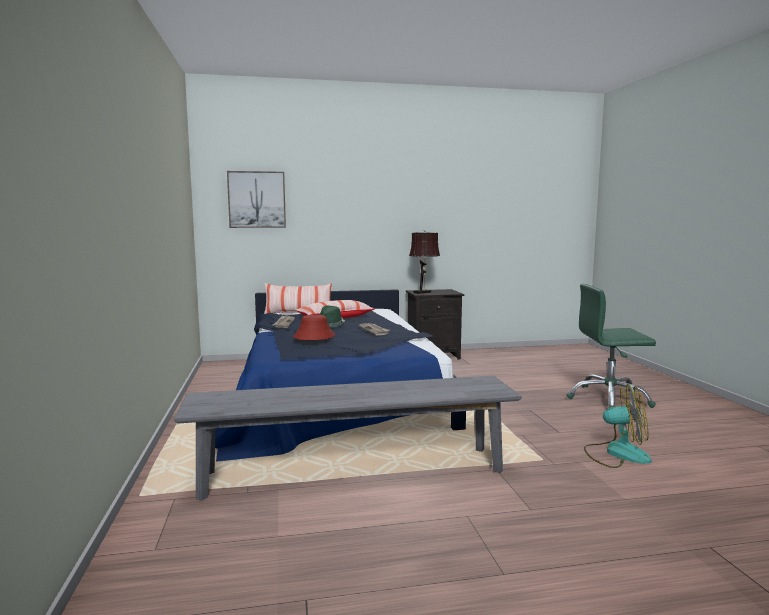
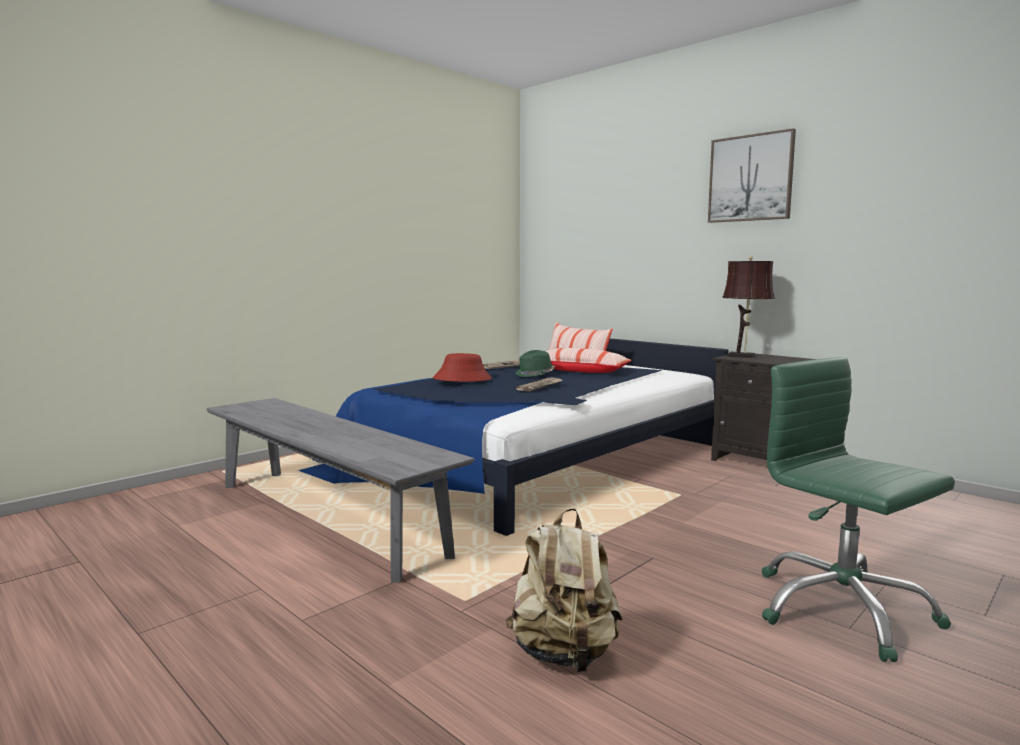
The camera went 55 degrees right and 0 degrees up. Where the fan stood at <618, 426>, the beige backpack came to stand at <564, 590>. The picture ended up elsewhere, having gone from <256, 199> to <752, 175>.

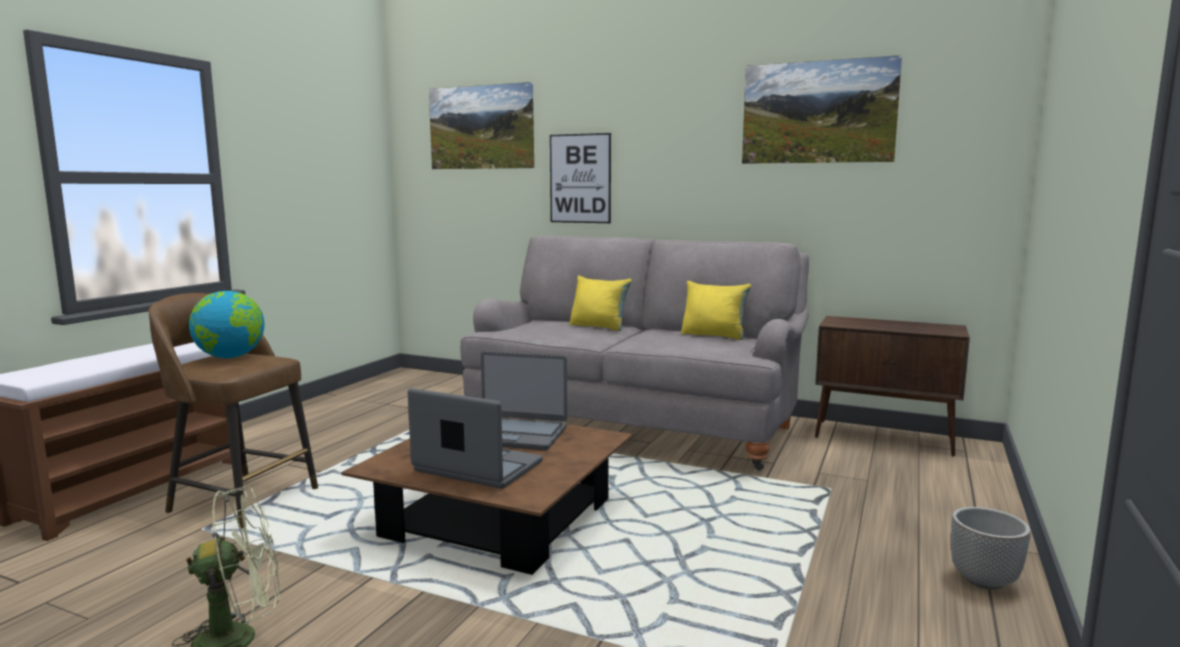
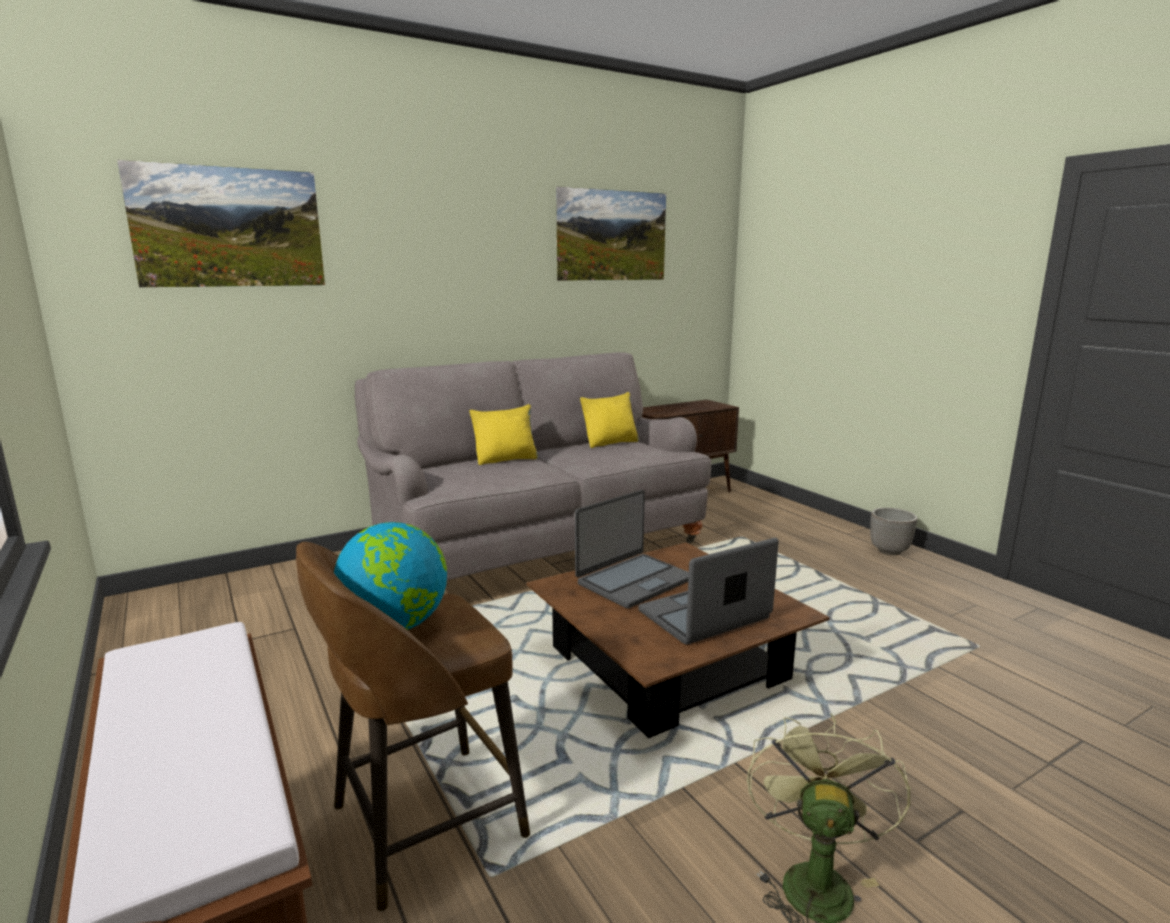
The camera went 55 degrees left and 5 degrees up. The second view lost the picture at <580, 178>.

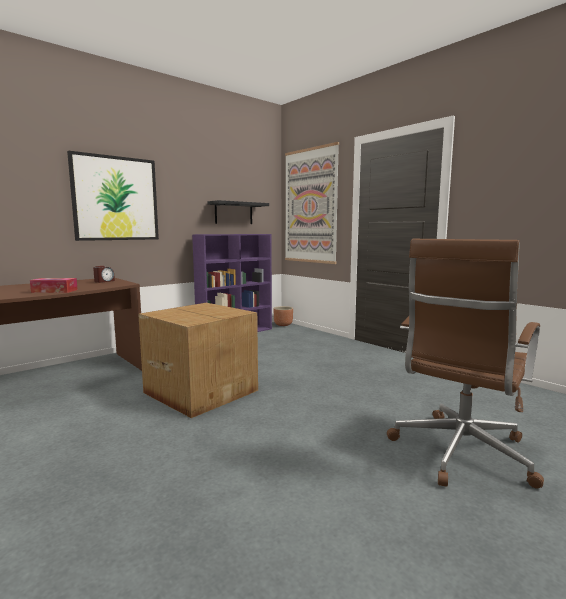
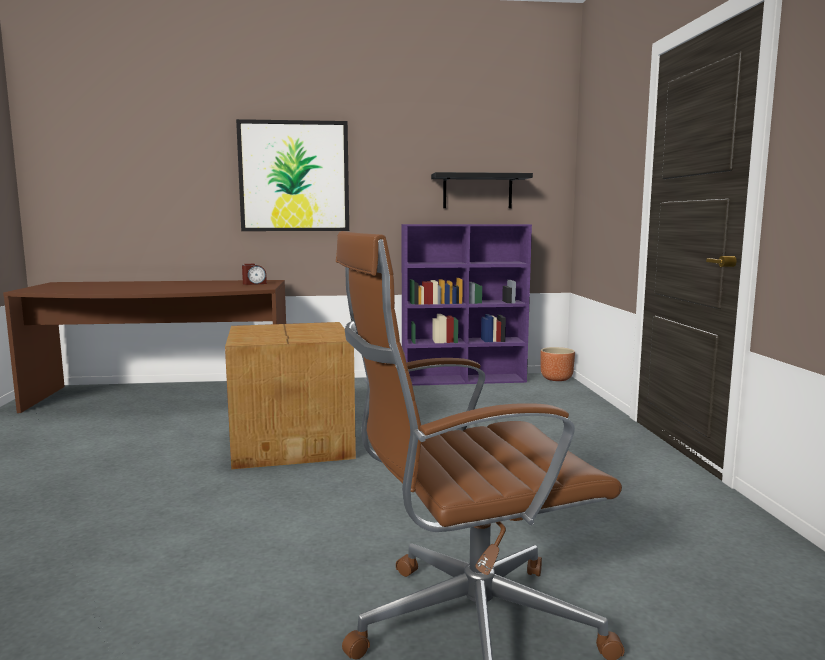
The camera went 35 degrees right and 0 degrees up. The second view lost the tissue box at <54, 285>. The second view lost the picture at <312, 203>.

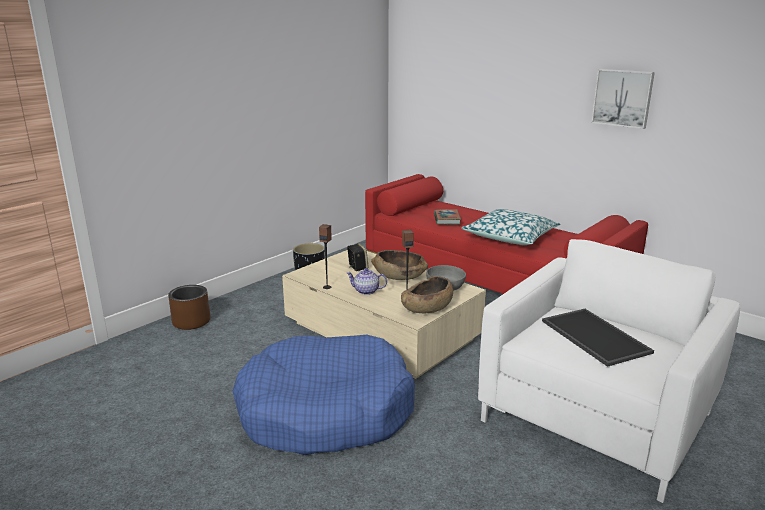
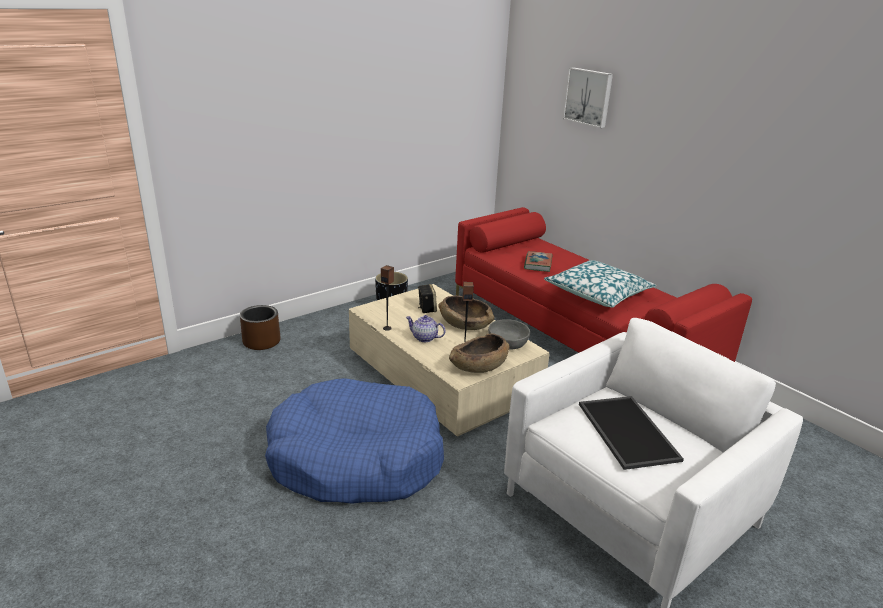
The camera went 10 degrees right and 5 degrees up. The picture ended up elsewhere, having gone from <623, 99> to <588, 97>.

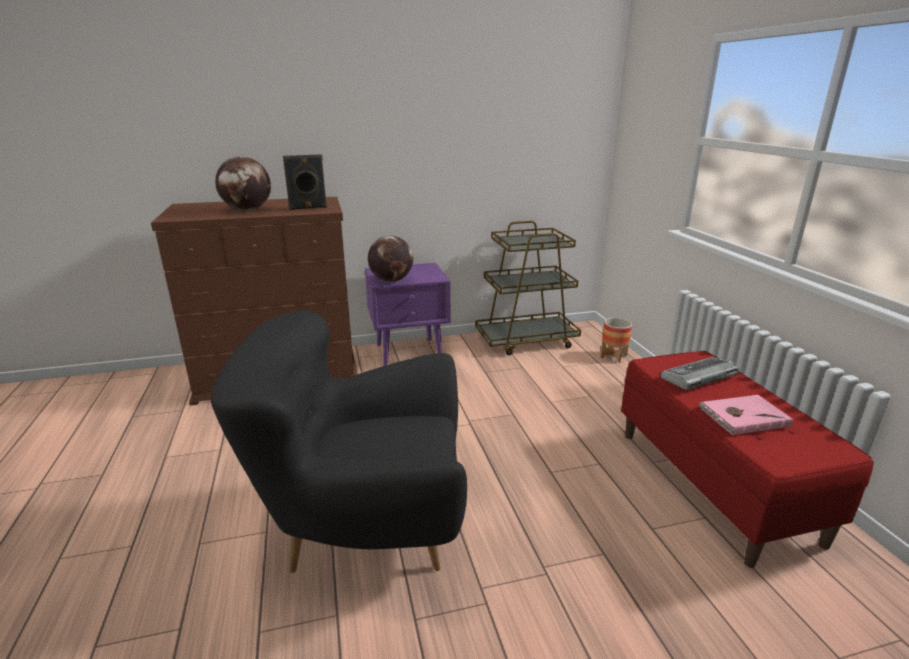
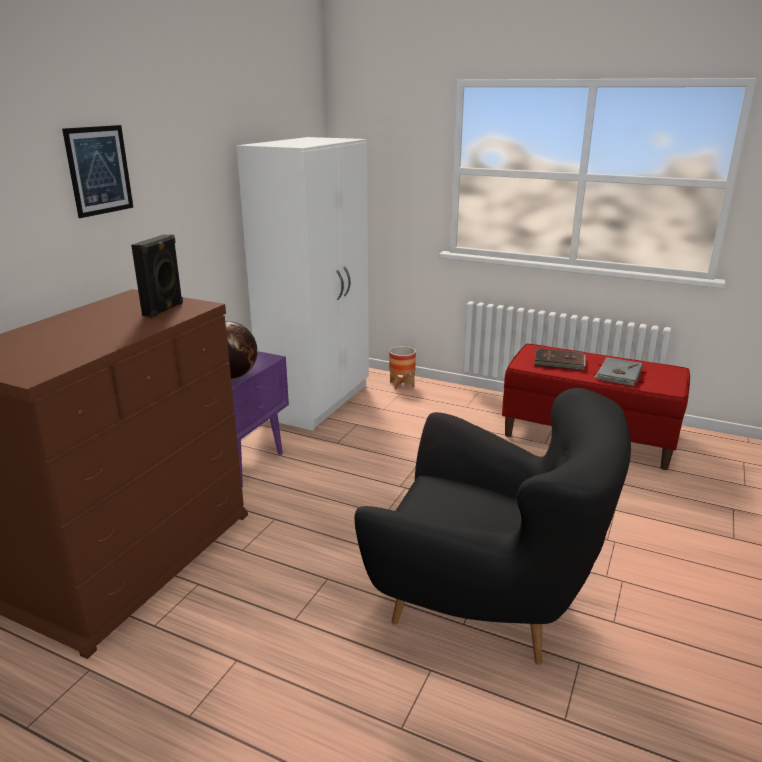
The camera went 50 degrees left and 0 degrees up. The second view gained the picture at <97, 171>. Where the brown cart stood at <528, 288>, the white wardrobe came to stand at <303, 284>. The black armchair at <339, 441> ended up facing another way, 105 degrees counterclockwise from before. Where the keyboard stood at <700, 373>, the brown book came to stand at <560, 359>. What was the pink book at <745, 415> turned into the grey book at <618, 371>. The second view lost the globe at <243, 183>.

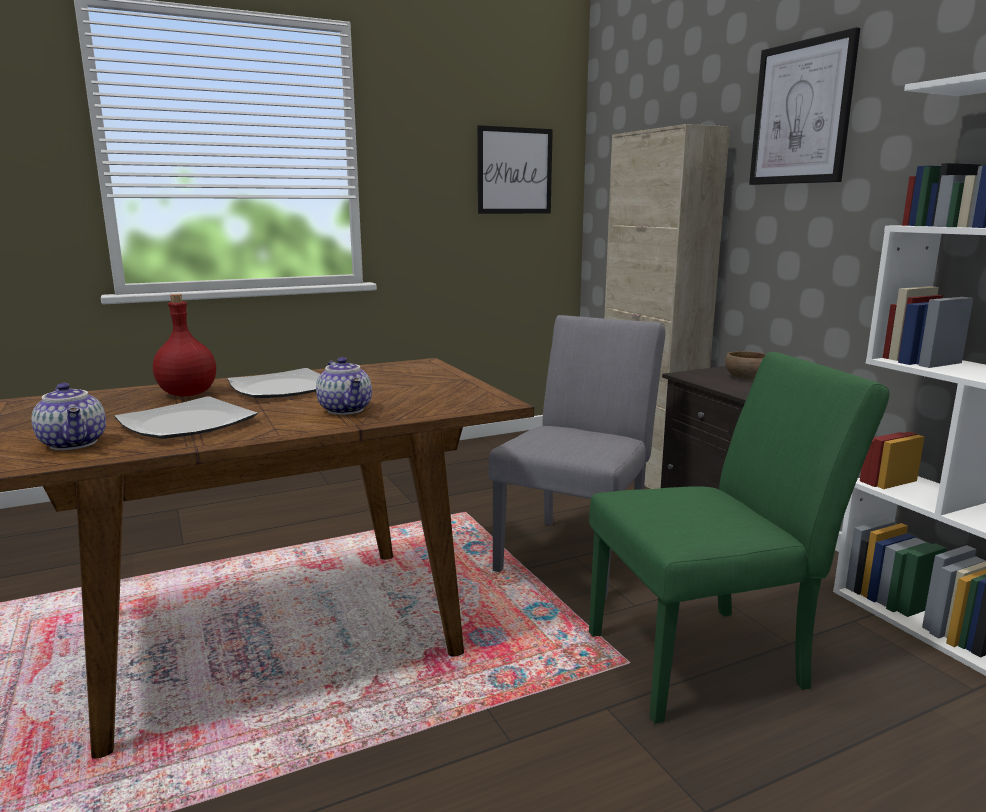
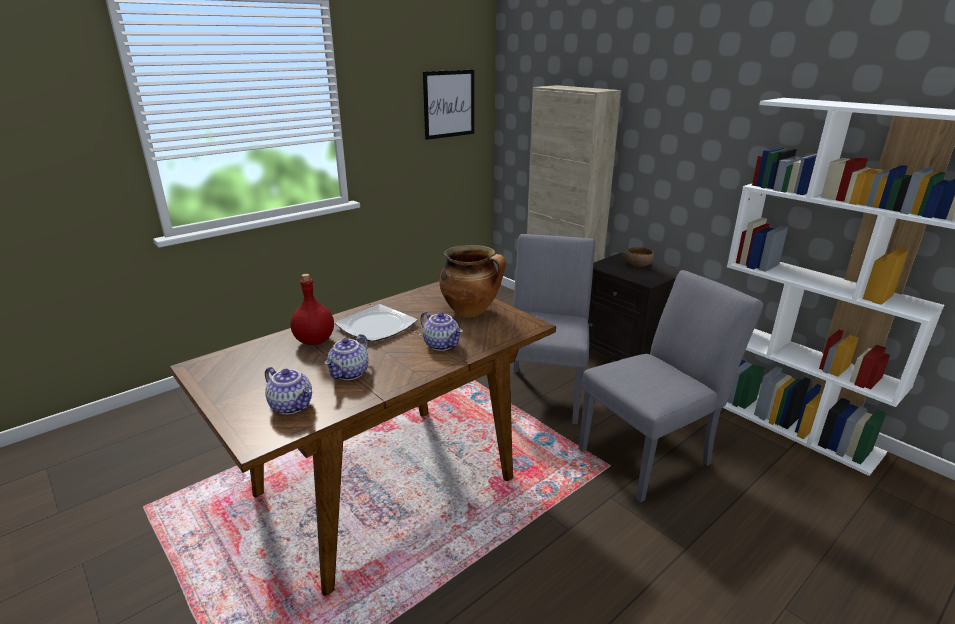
The camera went 15 degrees left and 10 degrees up. Where the plate stood at <186, 417>, the teapot came to stand at <346, 357>. The second view gained the cooking pot at <473, 281>. What was the green chair at <739, 538> turned into the grey chair at <671, 386>. The second view lost the picture at <804, 106>.

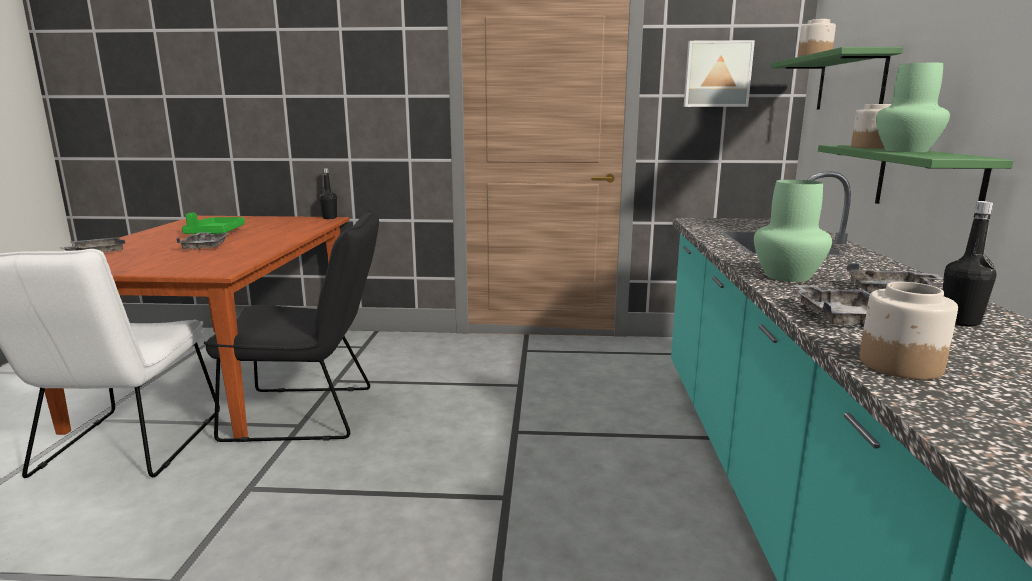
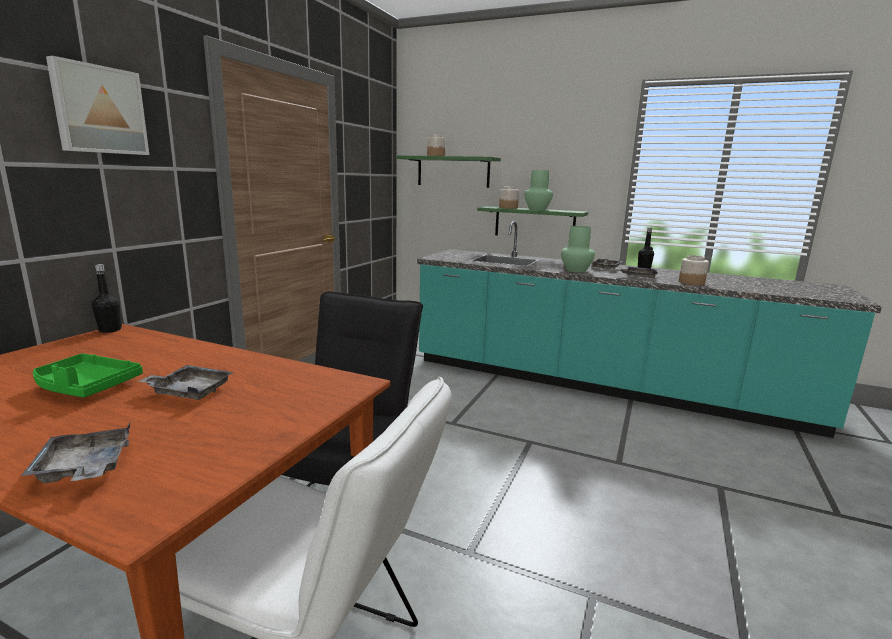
The camera went 70 degrees left and 0 degrees up. The picture ended up elsewhere, having gone from <719, 73> to <97, 105>.

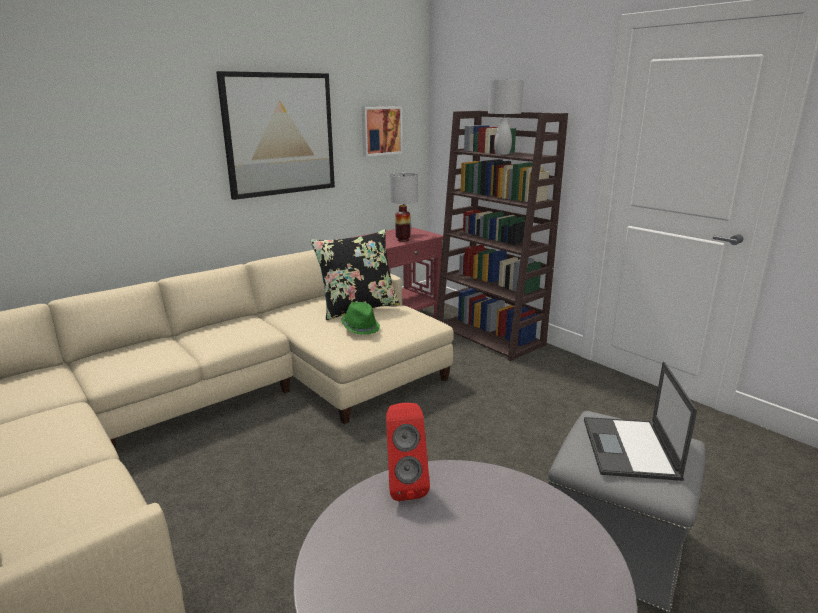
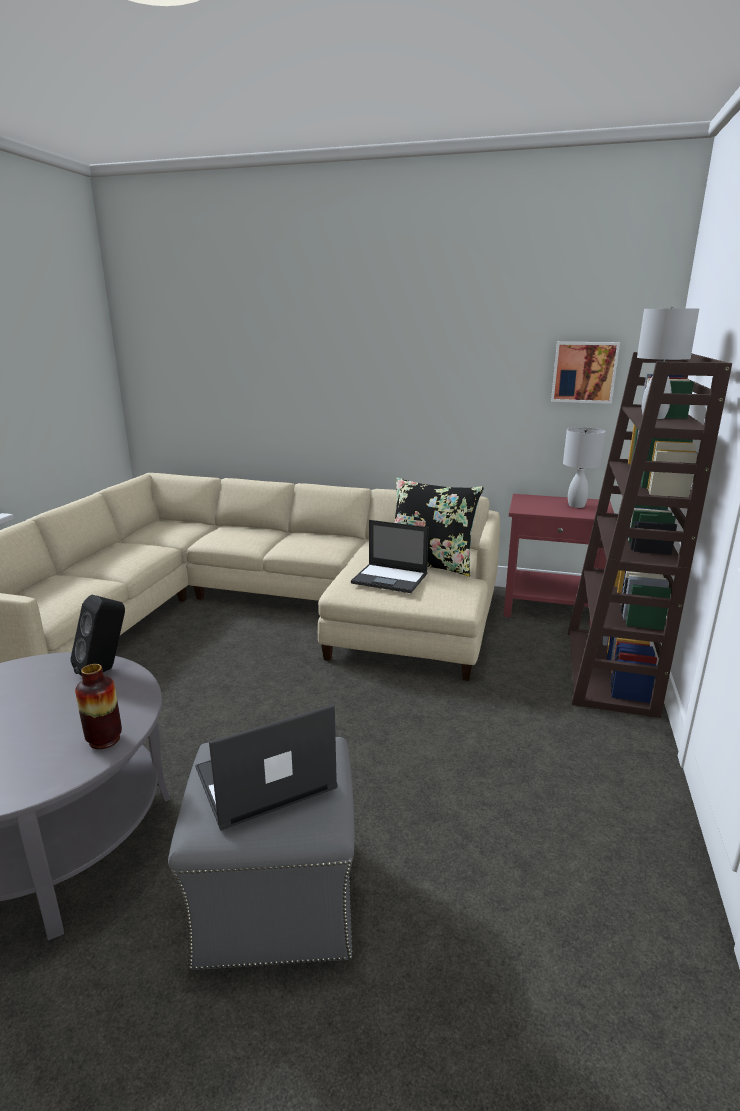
The camera went 55 degrees right and 0 degrees up. What was the red speaker at <408, 452> turned into the black speaker at <97, 635>. The vase ended up elsewhere, having gone from <402, 223> to <98, 706>. Where the green hat stood at <360, 318>, the laptop came to stand at <390, 556>. The second view lost the picture at <275, 135>.

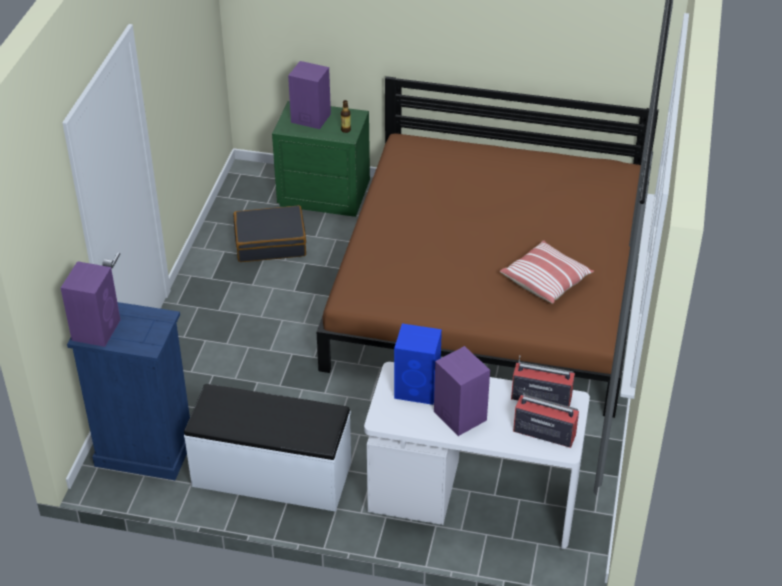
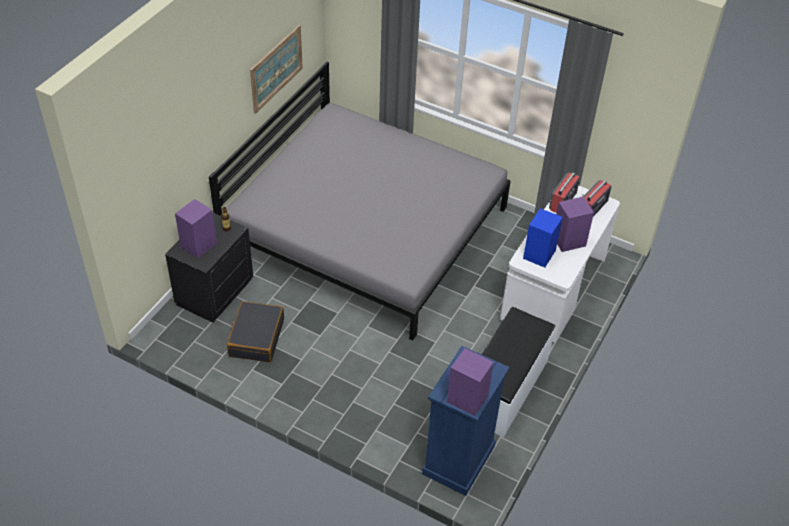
The camera went 75 degrees left and 5 degrees up. What was the green nightstand at <321, 159> turned into the black nightstand at <209, 268>. What was the brown bed at <488, 247> turned into the grey bed at <360, 201>. The second view gained the picture at <276, 69>. The second view lost the pillow at <547, 272>.

